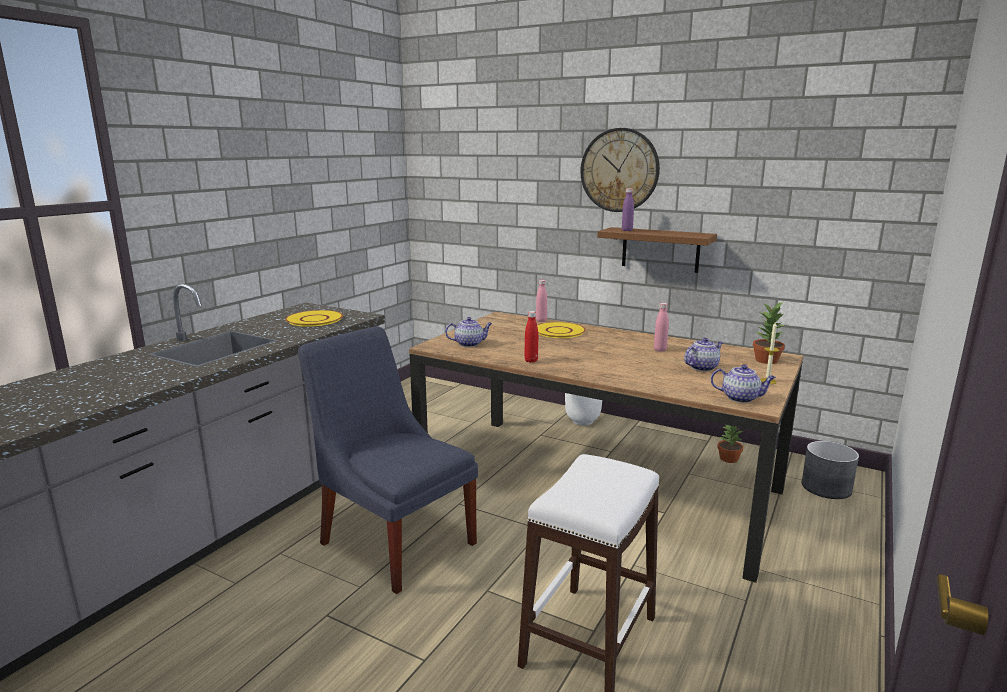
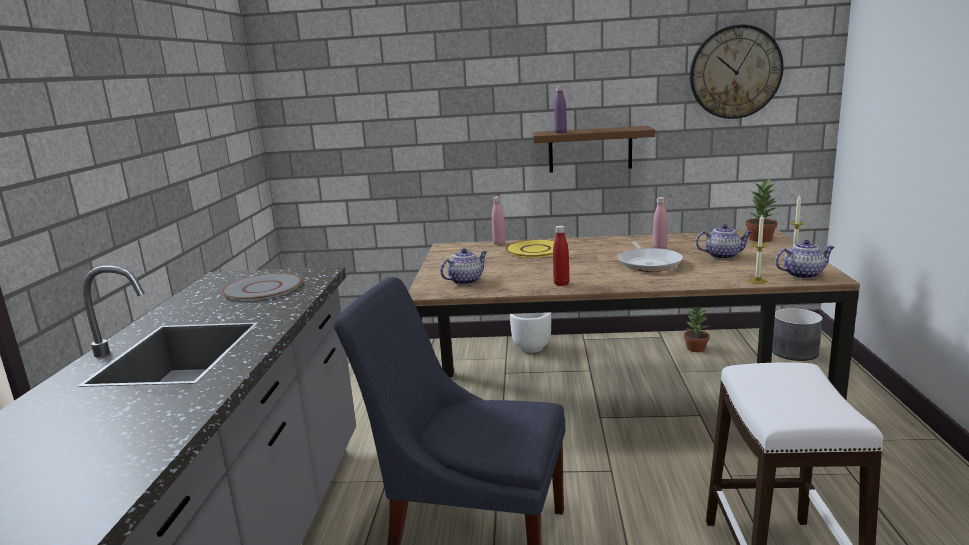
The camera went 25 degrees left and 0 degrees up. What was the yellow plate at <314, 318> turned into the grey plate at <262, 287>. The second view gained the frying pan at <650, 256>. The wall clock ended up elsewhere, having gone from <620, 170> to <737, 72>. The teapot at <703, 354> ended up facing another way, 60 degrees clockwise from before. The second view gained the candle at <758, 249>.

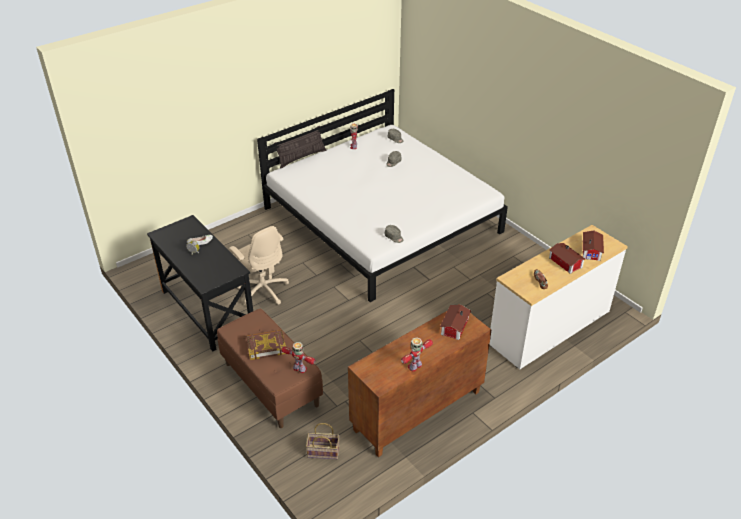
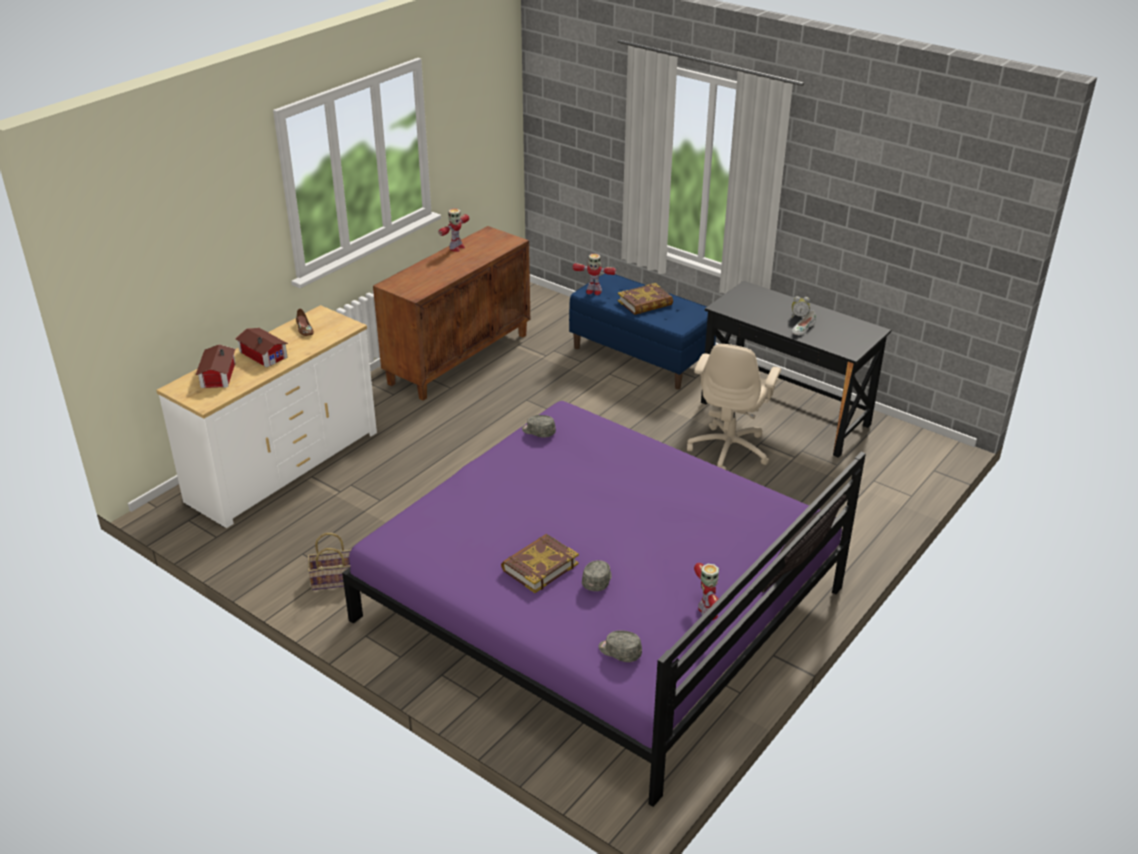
The camera went 165 degrees right and 5 degrees down. The basket ended up elsewhere, having gone from <323, 441> to <329, 561>. What was the white bed at <382, 195> turned into the purple bed at <604, 604>. The second view gained the book at <540, 563>. What was the brown bench at <270, 368> turned into the blue bench at <642, 331>. The beige office chair at <259, 266> ended up facing another way, 105 degrees counterclockwise from before. The second view lost the toy house at <455, 322>.

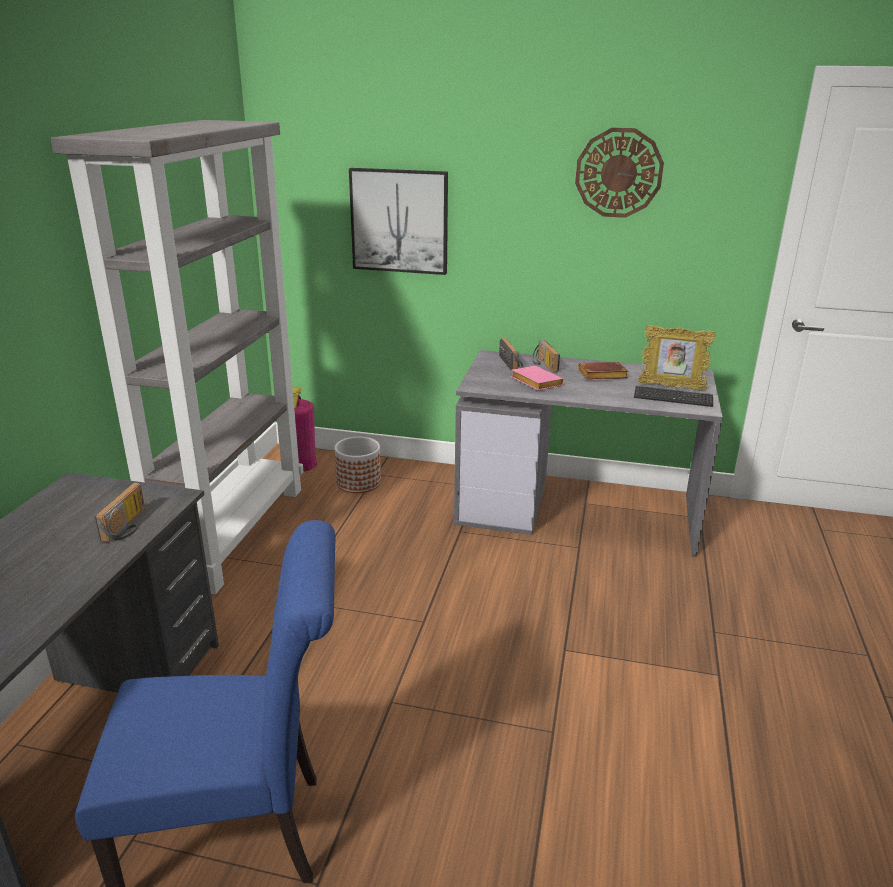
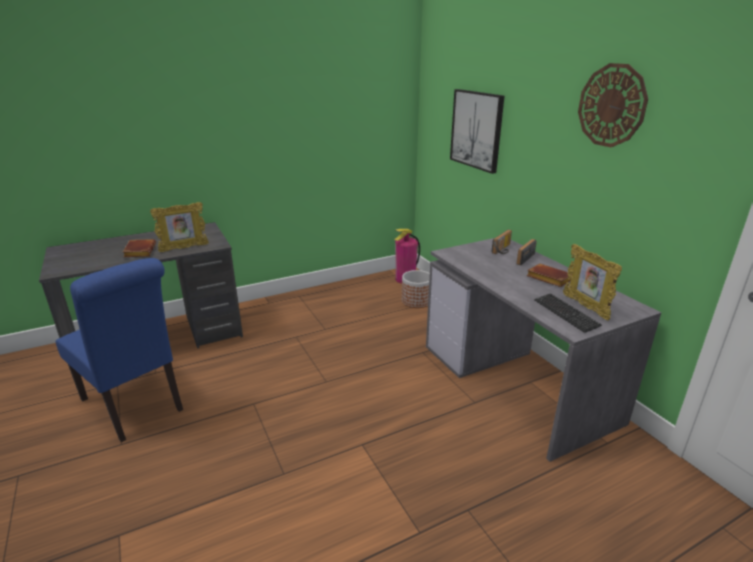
The camera went 50 degrees right and 0 degrees up. The second view gained the brown book at <139, 248>. Where the radio stood at <120, 512>, the picture frame came to stand at <179, 227>. The second view lost the grey bookcase at <176, 357>. The second view lost the pink book at <537, 378>.

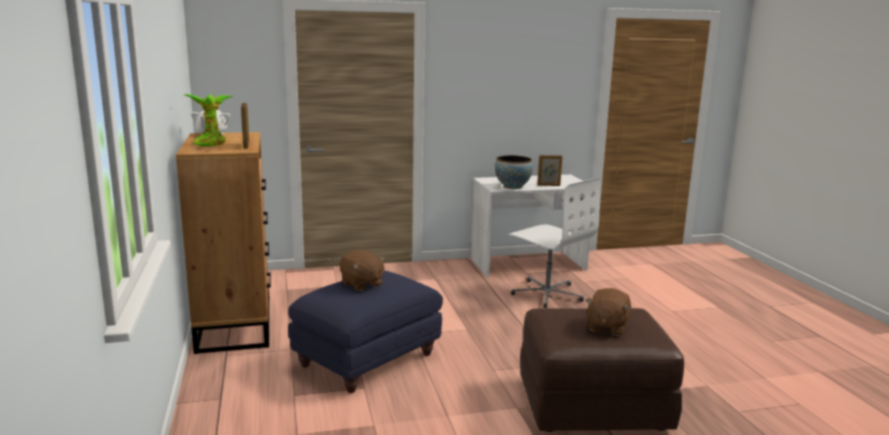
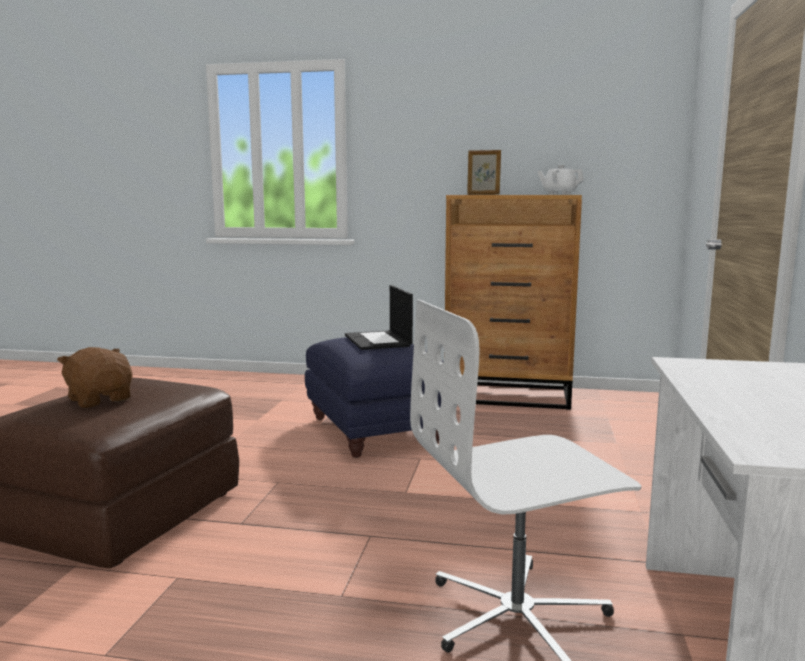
The camera went 115 degrees right and 5 degrees down. Where the brown plush toy stood at <362, 270>, the laptop came to stand at <379, 317>. The second view lost the potted plant at <209, 120>. The second view lost the bowl at <514, 172>. The second view lost the picture frame at <550, 170>.

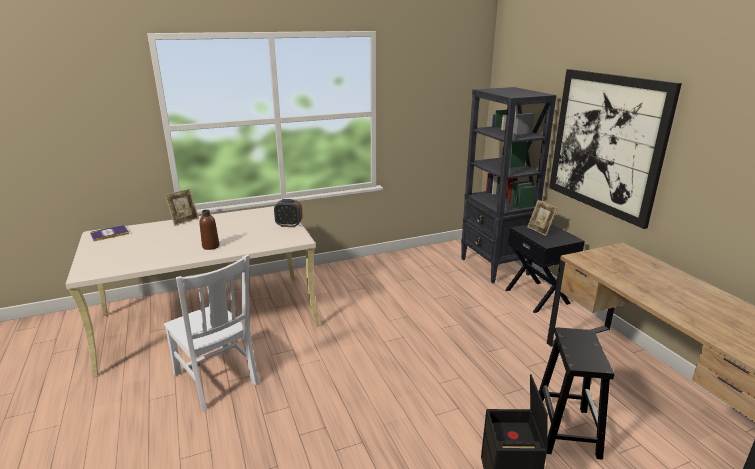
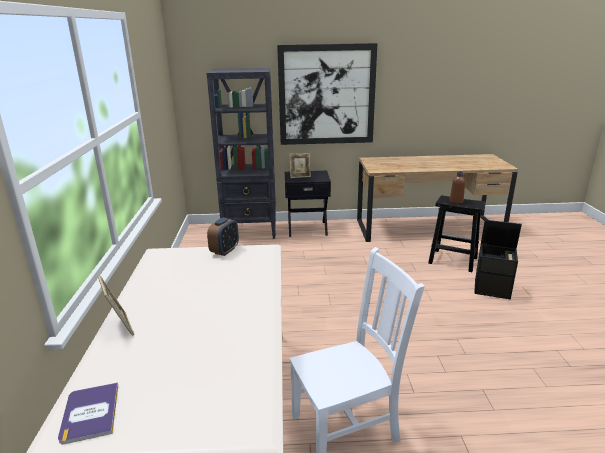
The camera went 70 degrees left and 0 degrees up. The brown bottle ended up elsewhere, having gone from <209, 230> to <457, 187>.

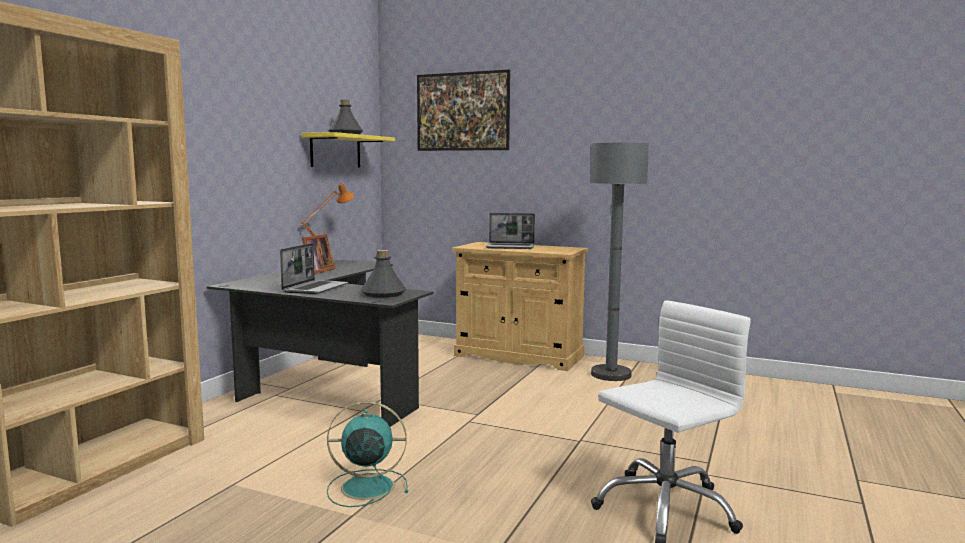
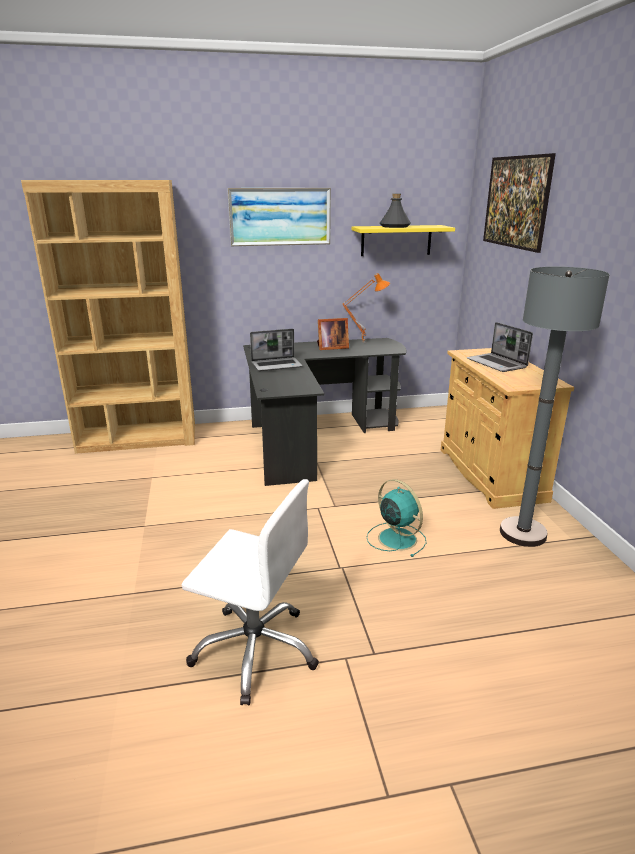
The camera went 55 degrees right and 15 degrees up. The second view gained the picture at <279, 217>. The turquoise fan ended up elsewhere, having gone from <367, 454> to <397, 518>. The second view lost the grey bottle at <383, 274>.

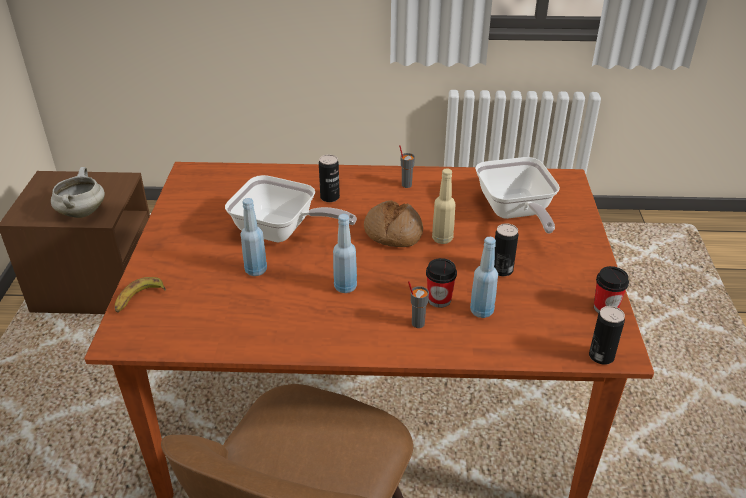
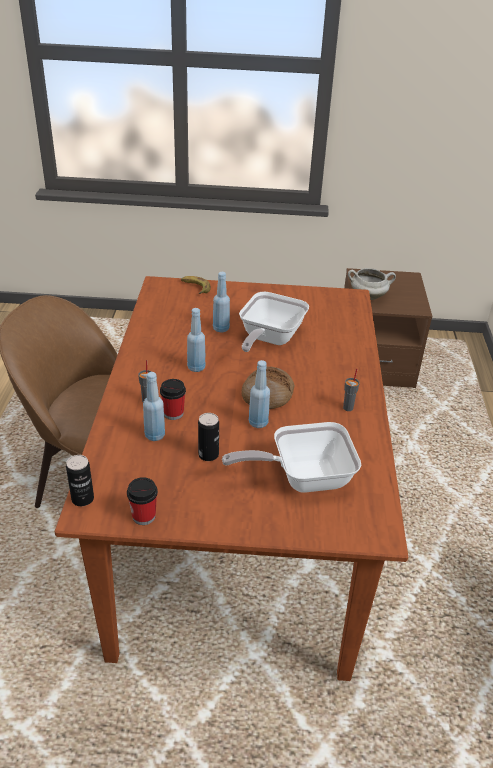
The camera went 90 degrees right and 0 degrees up. What was the beige bottle at <444, 206> turned into the blue bottle at <259, 394>. The second view lost the can at <329, 178>.

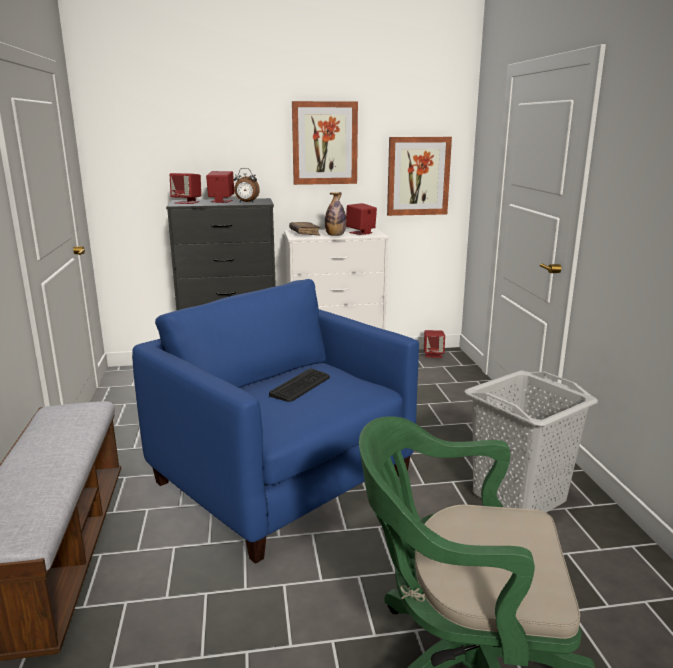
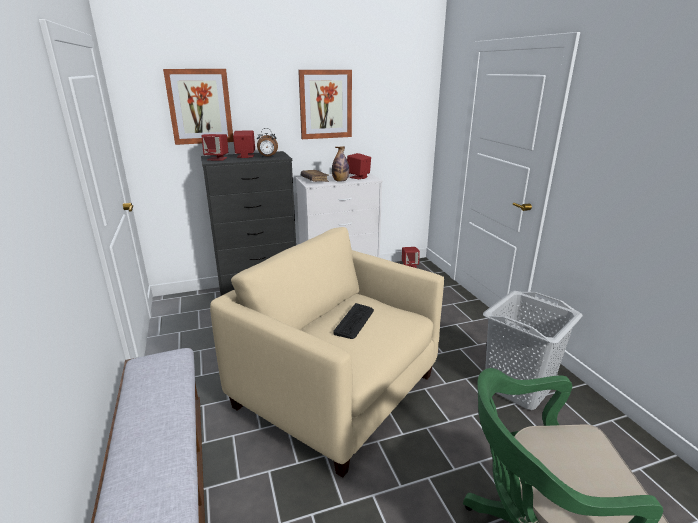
The camera went 10 degrees left and 5 degrees up. The picture ended up elsewhere, having gone from <419, 176> to <198, 107>. What was the blue armchair at <275, 421> turned into the beige armchair at <327, 352>.

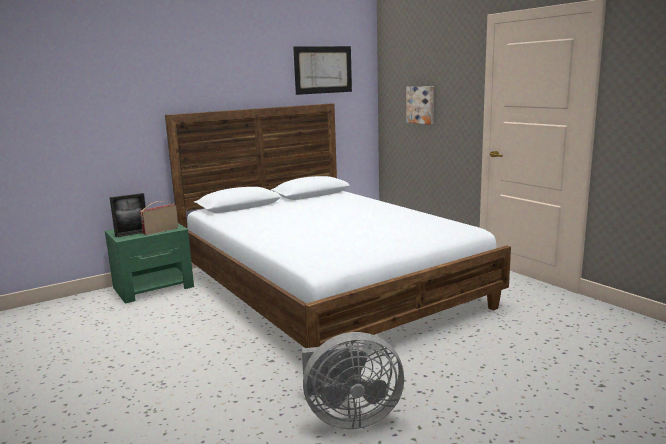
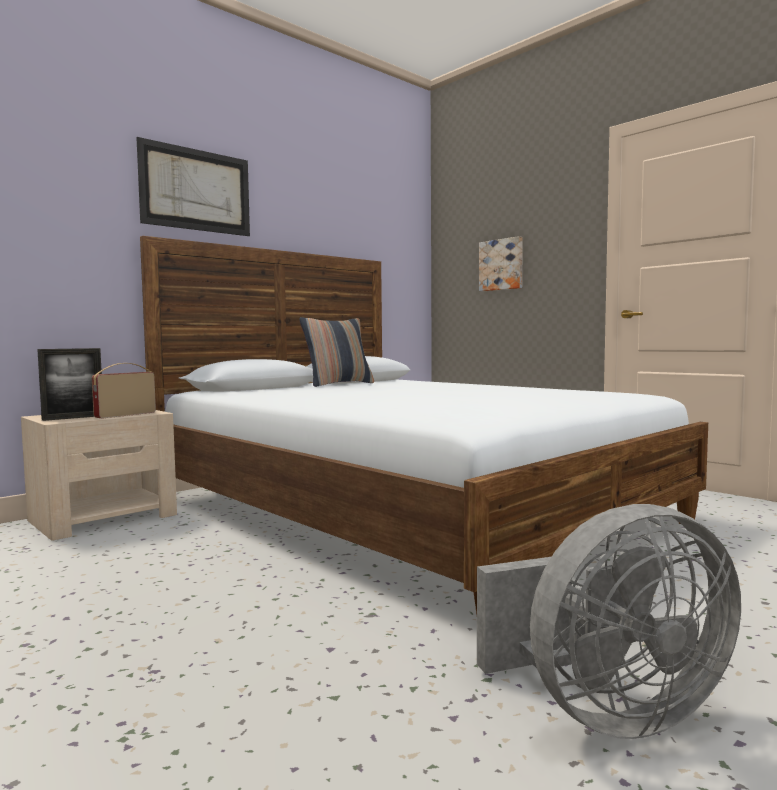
The camera went 10 degrees left and 10 degrees down. What was the green nightstand at <149, 263> turned into the beige nightstand at <99, 475>. The picture ended up elsewhere, having gone from <322, 70> to <193, 186>. The second view gained the pillow at <337, 352>.

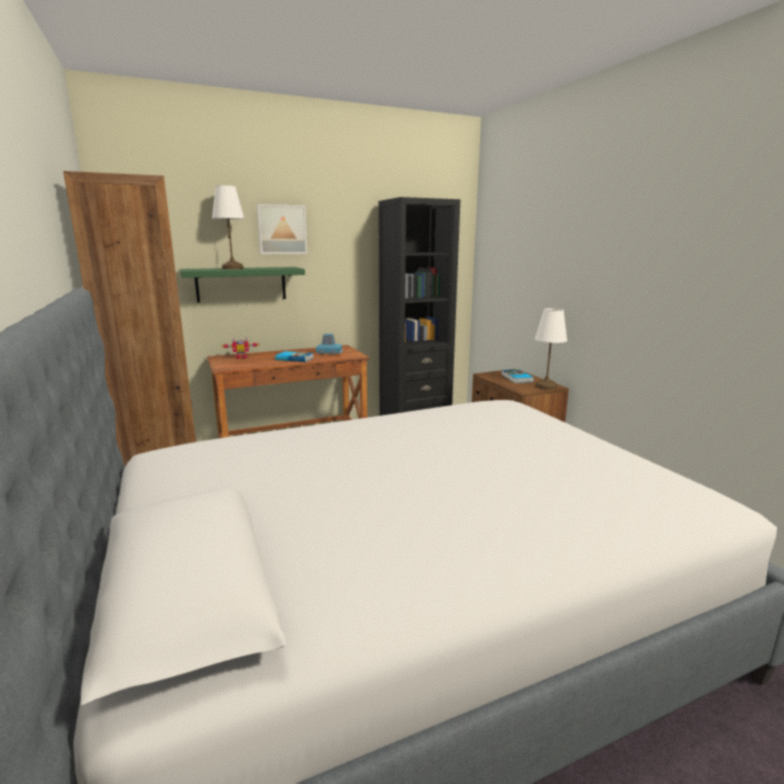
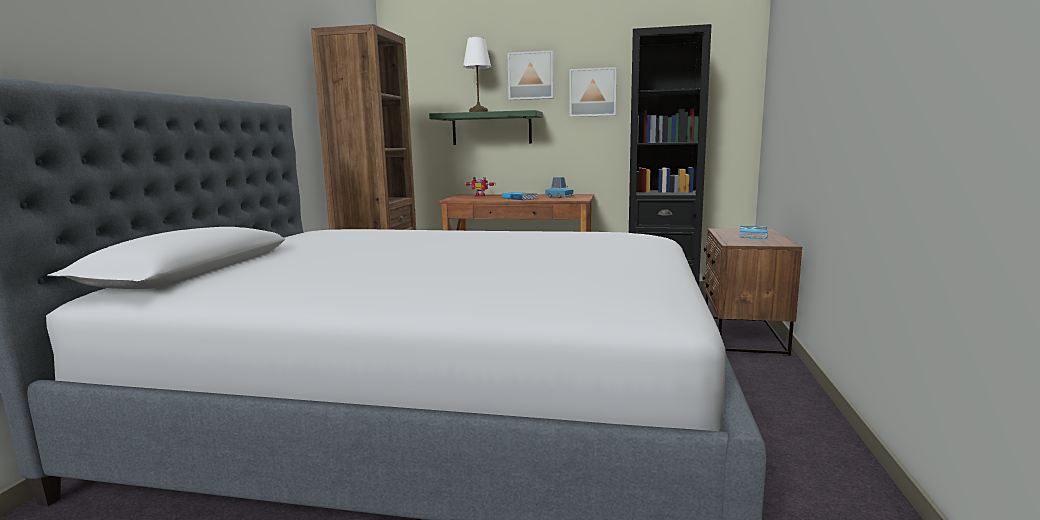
The camera went 35 degrees right and 5 degrees down. The second view gained the picture at <593, 92>. The second view lost the white table lamp at <551, 349>.

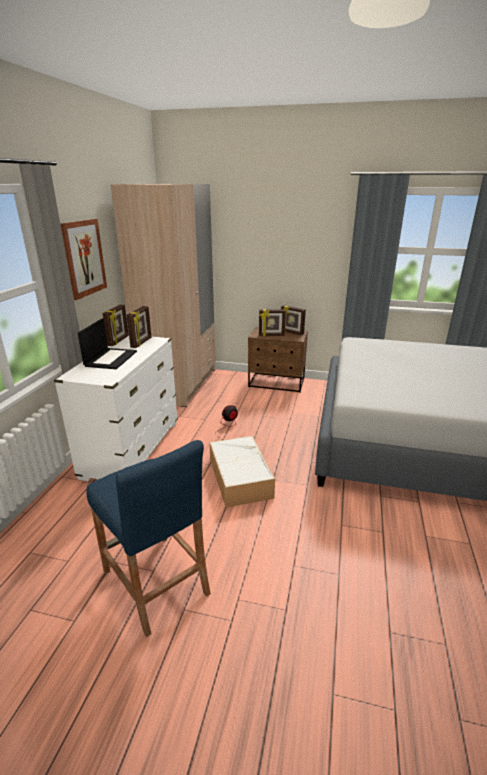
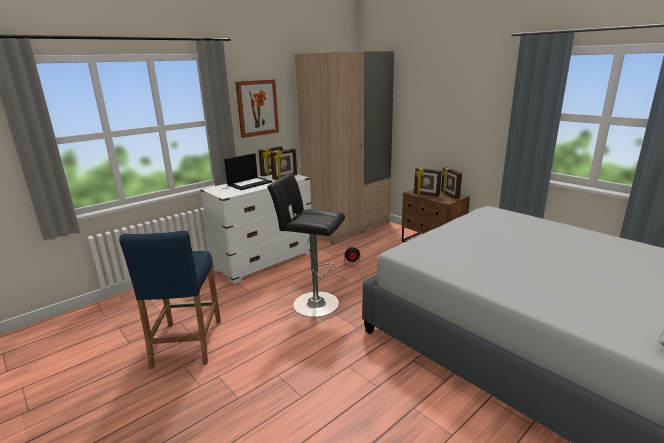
The camera went 35 degrees right and 5 degrees down. Where the storage box stood at <242, 472>, the black stool came to stand at <306, 245>.

